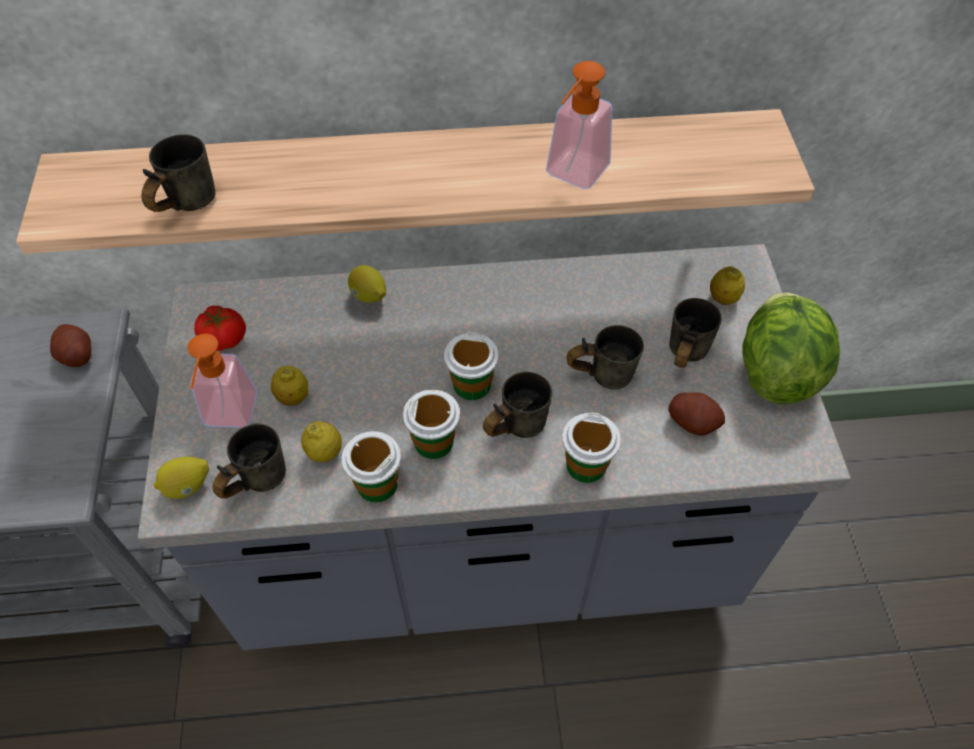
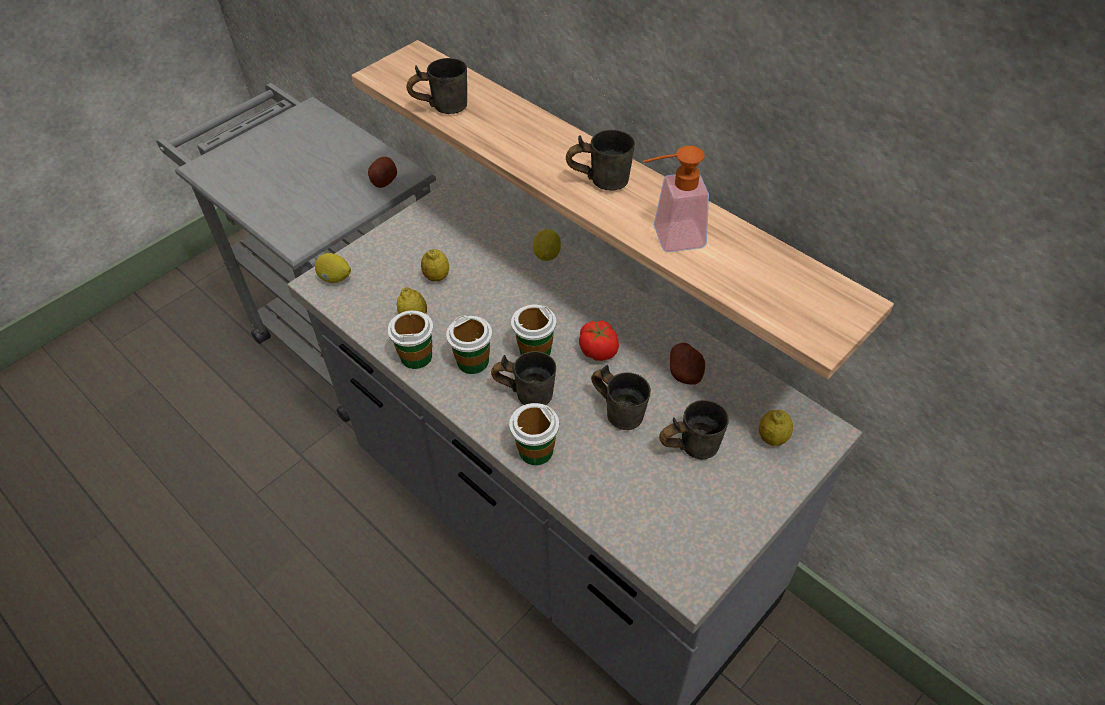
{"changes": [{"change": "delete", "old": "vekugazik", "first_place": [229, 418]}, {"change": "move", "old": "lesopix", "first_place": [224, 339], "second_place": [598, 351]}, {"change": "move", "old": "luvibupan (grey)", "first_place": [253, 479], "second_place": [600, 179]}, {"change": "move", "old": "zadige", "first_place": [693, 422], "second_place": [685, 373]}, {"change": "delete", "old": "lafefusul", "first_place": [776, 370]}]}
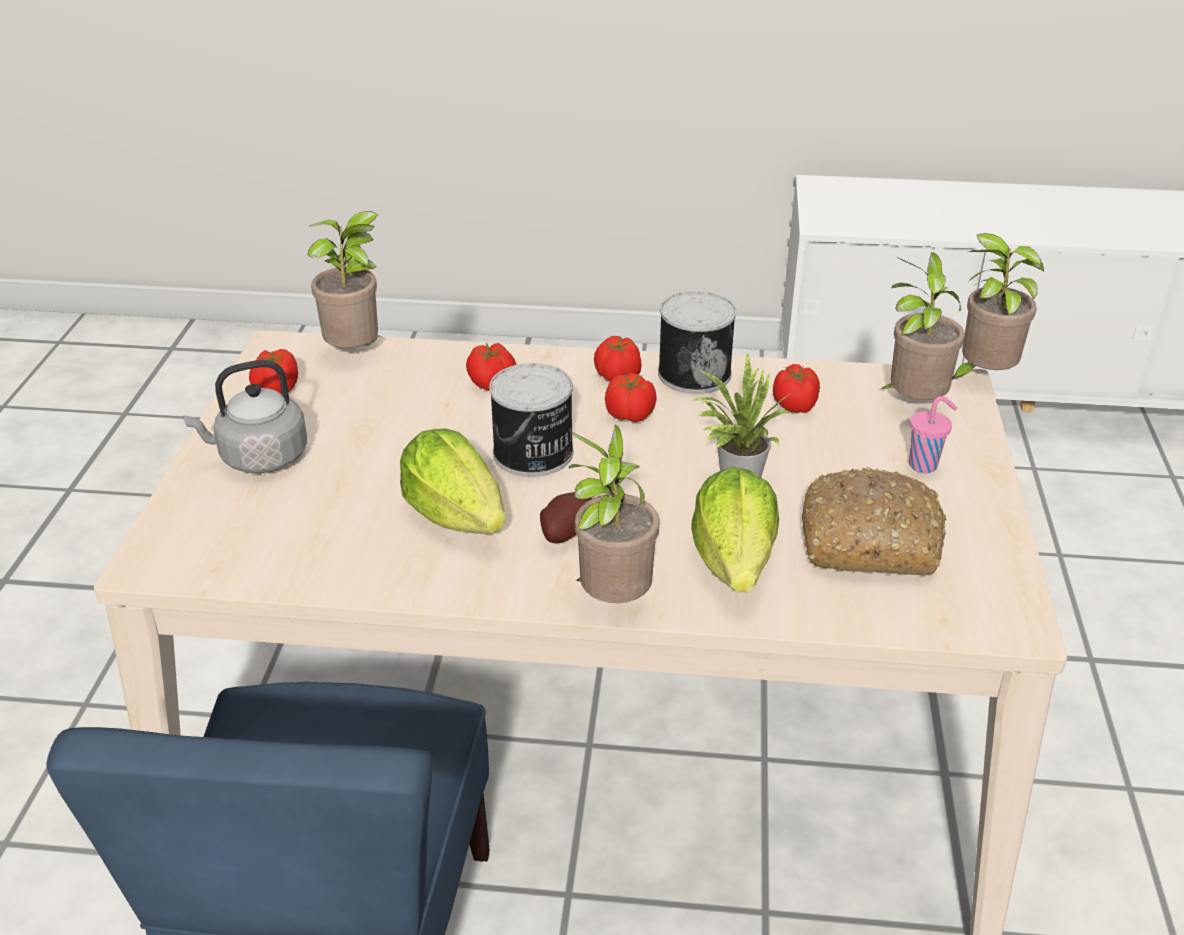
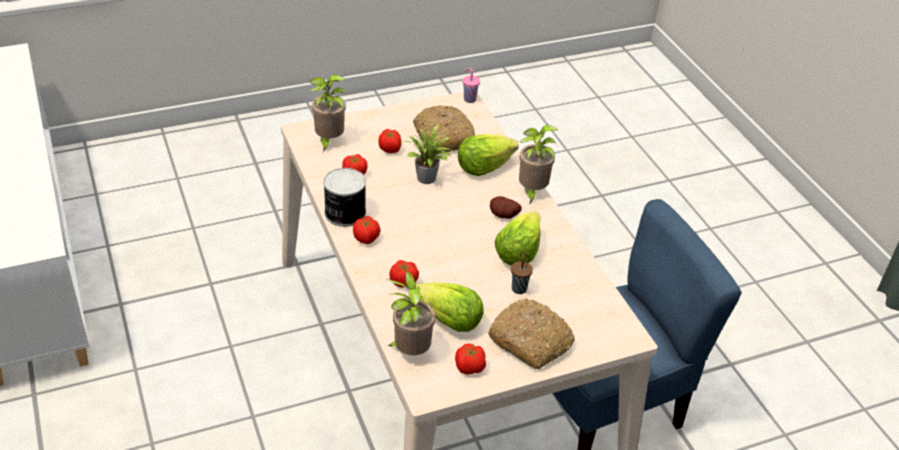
{"changes": [{"change": "replace", "old": "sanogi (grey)", "new": "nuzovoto", "first_place": [259, 458], "second_place": [531, 341]}, {"change": "delete", "old": "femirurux", "first_place": [534, 454]}, {"change": "move", "old": "lesopix", "first_place": [630, 416], "second_place": [390, 149]}, {"change": "move", "old": "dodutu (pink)", "first_place": [924, 465], "second_place": [469, 99]}, {"change": "delete", "old": "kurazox", "first_place": [981, 376]}, {"change": "insert", "new": "lafefusul", "second_place": [449, 321]}, {"change": "insert", "new": "dodutu (brown)", "second_place": [519, 288]}]}
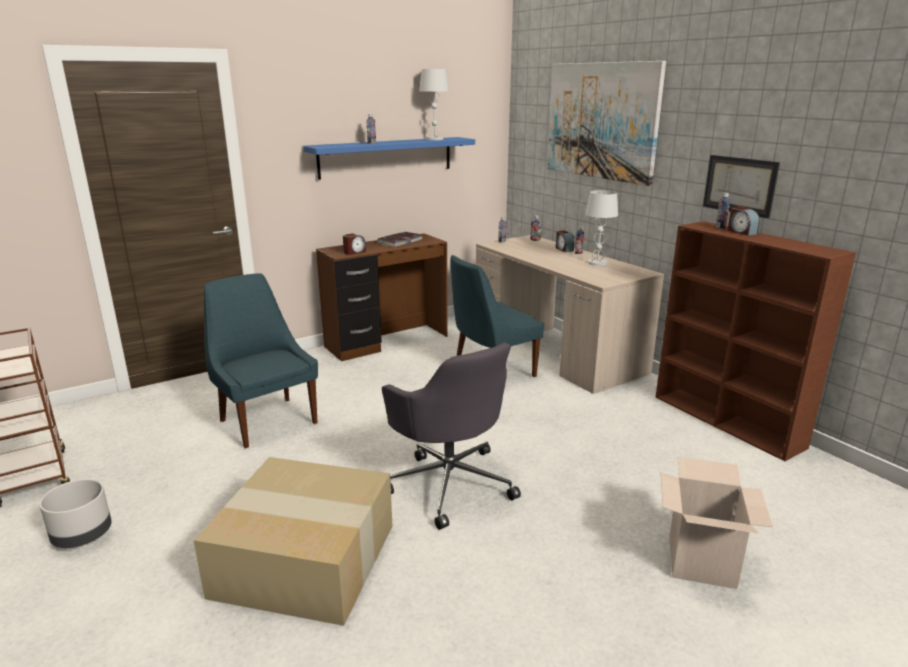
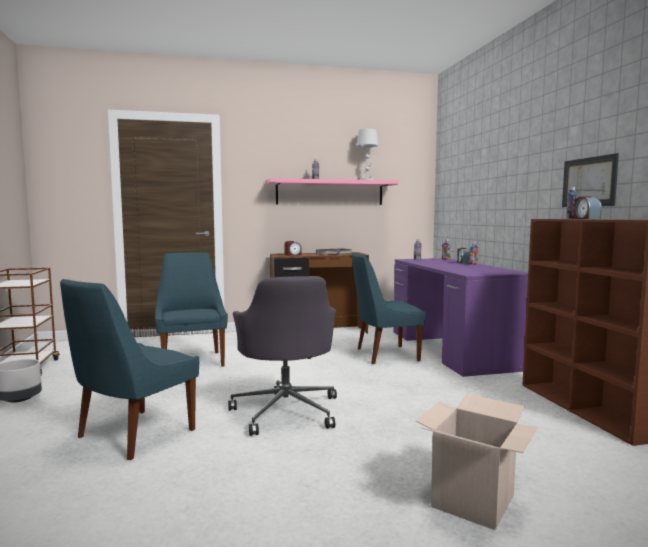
{"changes": [{"change": "replace", "old": "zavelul", "new": "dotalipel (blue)", "first_place": [302, 561], "second_place": [132, 435]}, {"change": "recolor", "old": "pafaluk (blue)", "new": "pafaluk (pink)", "first_place": [386, 157], "second_place": [330, 192]}, {"change": "recolor", "old": "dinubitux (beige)", "new": "dinubitux (purple)", "first_place": [555, 350], "second_place": [452, 349]}, {"change": "delete", "old": "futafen", "first_place": [601, 121]}, {"change": "delete", "old": "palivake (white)", "first_place": [597, 263]}]}
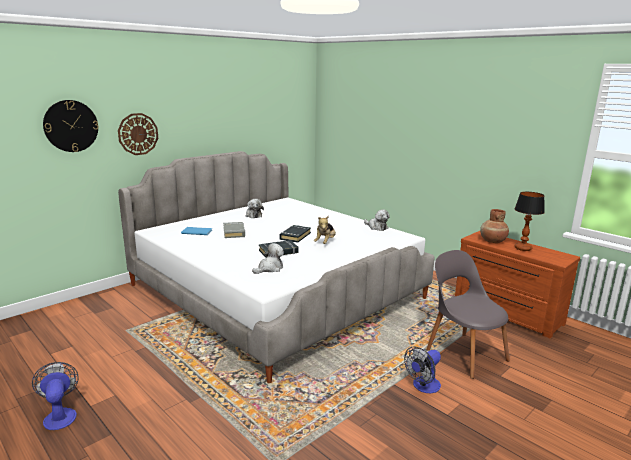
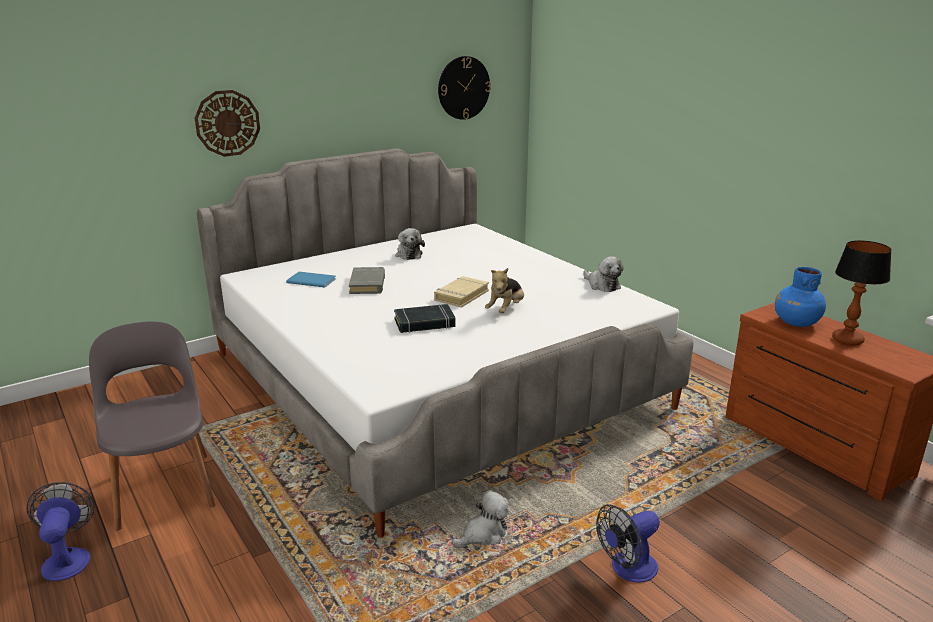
{"changes": [{"change": "move", "old": "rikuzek", "first_place": [71, 126], "second_place": [463, 88]}, {"change": "move", "old": "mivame", "first_place": [269, 268], "second_place": [483, 534]}, {"change": "recolor", "old": "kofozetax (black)", "new": "kofozetax (beige)", "first_place": [295, 236], "second_place": [461, 295]}, {"change": "move", "old": "dotalipel (grey)", "first_place": [464, 353], "second_place": [163, 487]}, {"change": "recolor", "old": "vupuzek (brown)", "new": "vupuzek (blue)", "first_place": [492, 241], "second_place": [796, 322]}]}
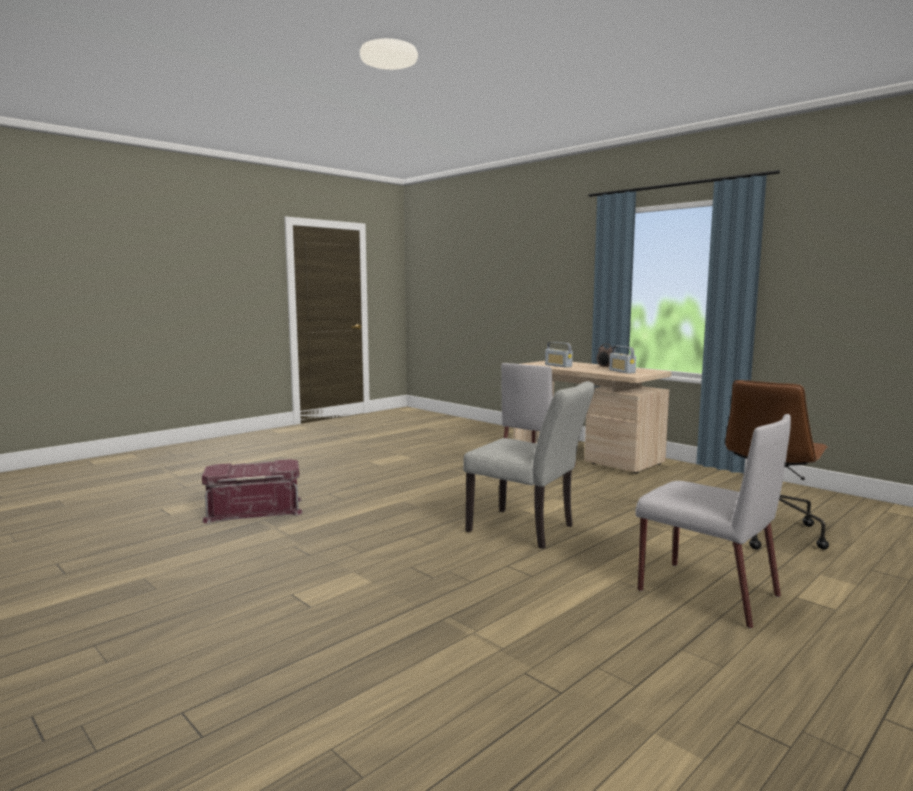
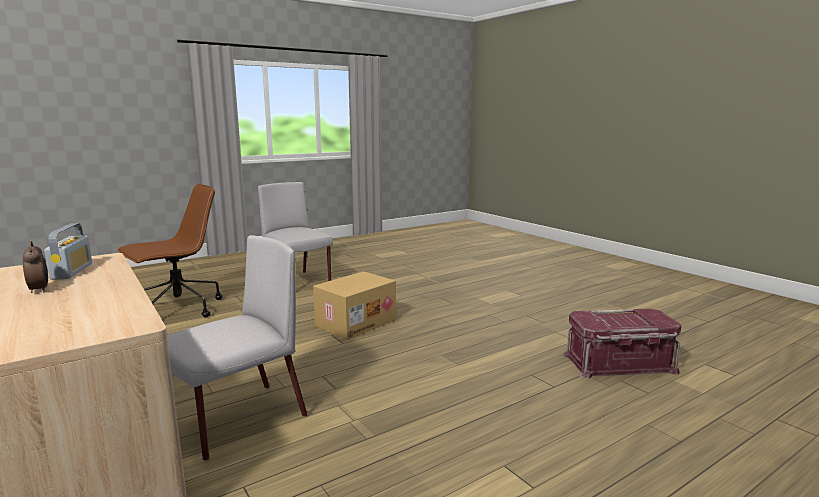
{"changes": [{"change": "replace", "old": "dotalipel (grey)", "new": "zavelul", "first_place": [528, 530], "second_place": [355, 322]}, {"change": "delete", "old": "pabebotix", "first_place": [558, 366]}]}
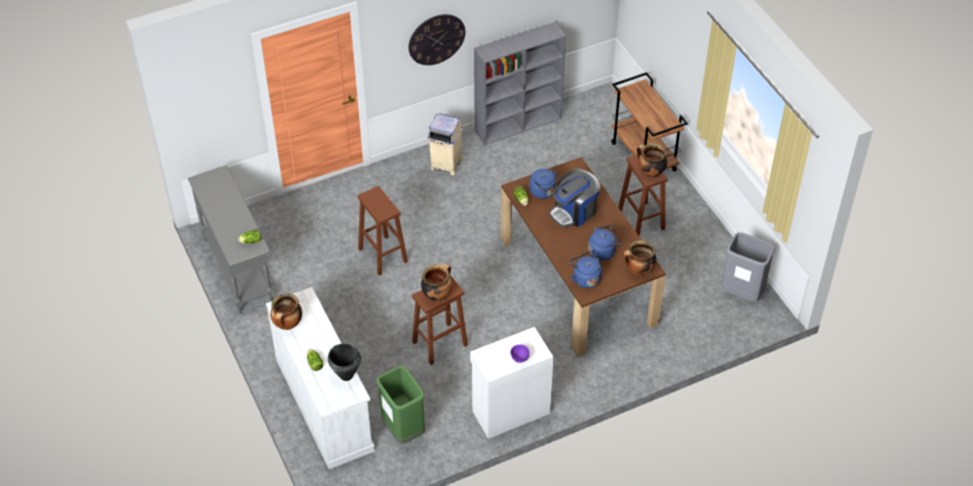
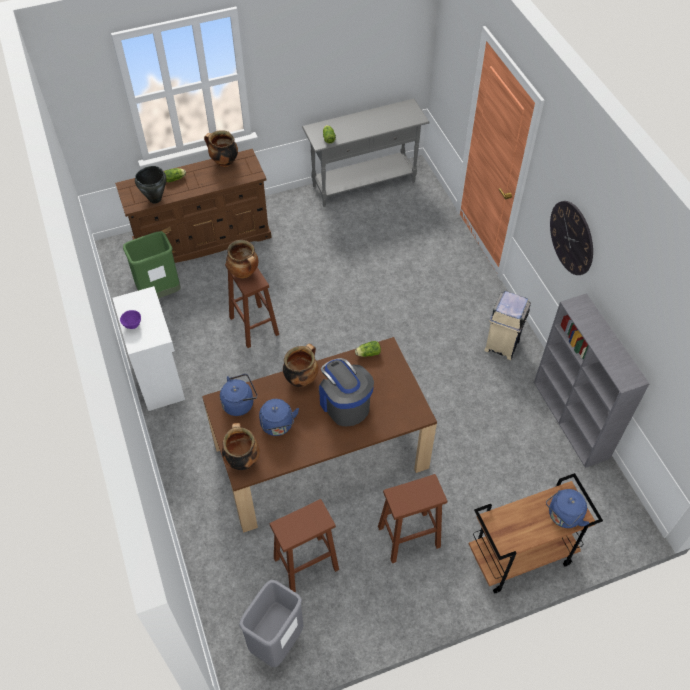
{"changes": [{"change": "recolor", "old": "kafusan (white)", "new": "kafusan (brown)", "first_place": [323, 403], "second_place": [203, 239]}, {"change": "move", "old": "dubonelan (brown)", "first_place": [383, 255], "second_place": [305, 564]}, {"change": "move", "old": "sanogi (blue)", "first_place": [544, 192], "second_place": [563, 516]}, {"change": "move", "old": "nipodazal", "first_place": [650, 172], "second_place": [301, 378]}]}
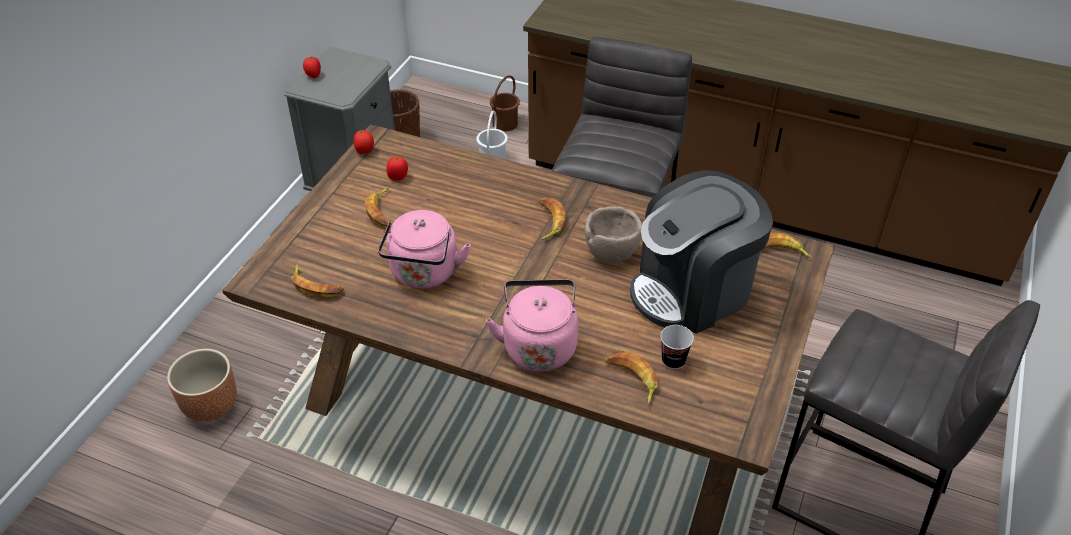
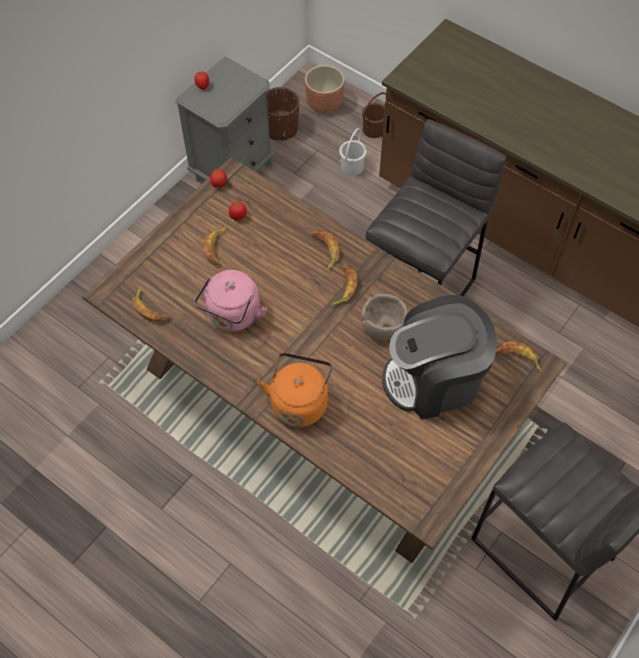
{"changes": [{"change": "move", "old": "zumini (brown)", "first_place": [210, 406], "second_place": [324, 104]}, {"change": "recolor", "old": "sanogi (pink)", "new": "sanogi (orange)", "first_place": [538, 345], "second_place": [299, 401]}, {"change": "move", "old": "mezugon", "first_place": [631, 379], "second_place": [324, 250]}, {"change": "delete", "old": "dodutu", "first_place": [673, 360]}]}
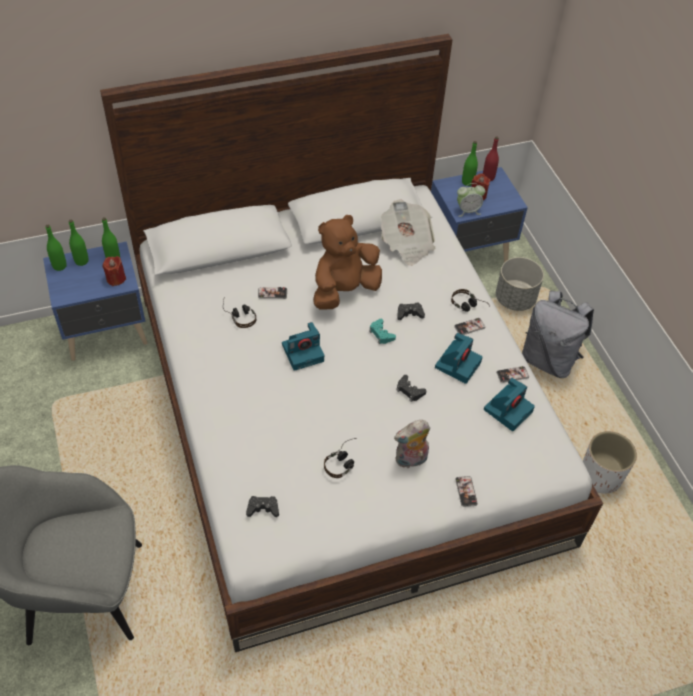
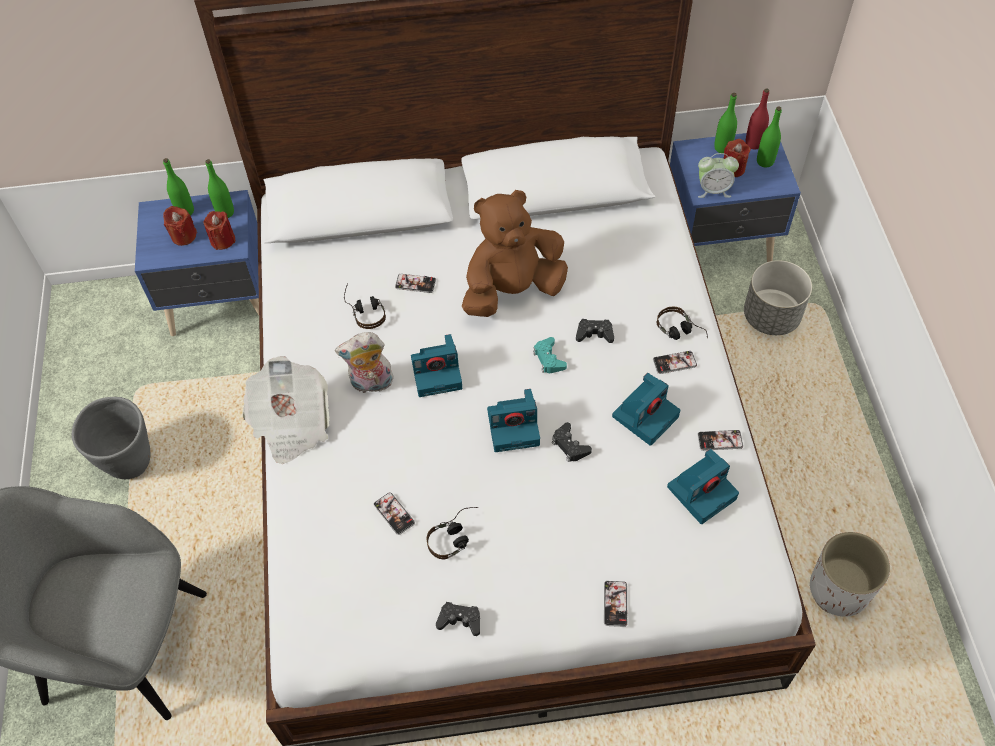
{"changes": [{"change": "move", "old": "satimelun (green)", "first_place": [59, 266], "second_place": [765, 161]}, {"change": "move", "old": "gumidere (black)", "first_place": [263, 508], "second_place": [460, 620]}, {"change": "move", "old": "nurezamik", "first_place": [406, 244], "second_place": [291, 423]}, {"change": "move", "old": "mivame", "first_place": [410, 460], "second_place": [371, 384]}, {"change": "delete", "old": "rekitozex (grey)", "first_place": [548, 360]}, {"change": "insert", "new": "zumini (grey)", "second_place": [130, 463]}, {"change": "insert", "new": "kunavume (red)", "second_place": [183, 236]}, {"change": "insert", "new": "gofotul", "second_place": [394, 514]}, {"change": "insert", "new": "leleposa", "second_place": [514, 427]}]}
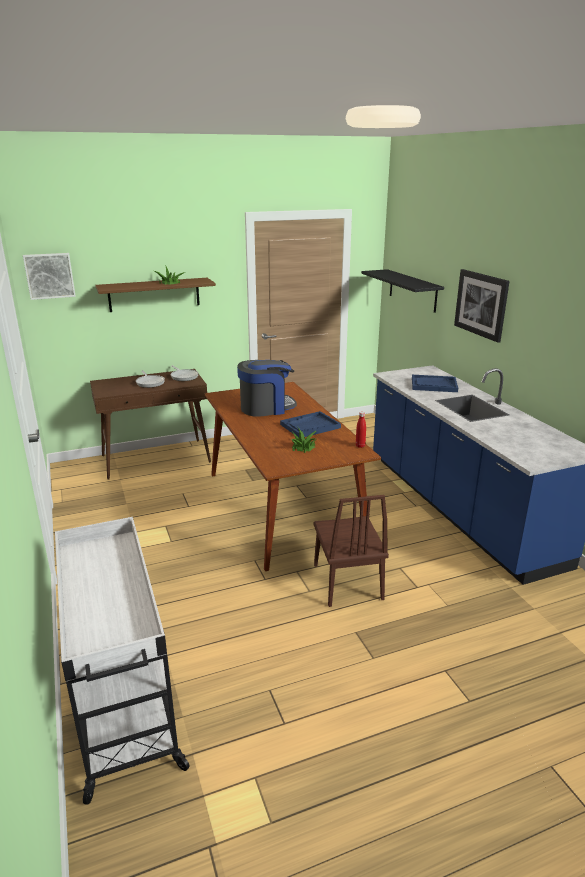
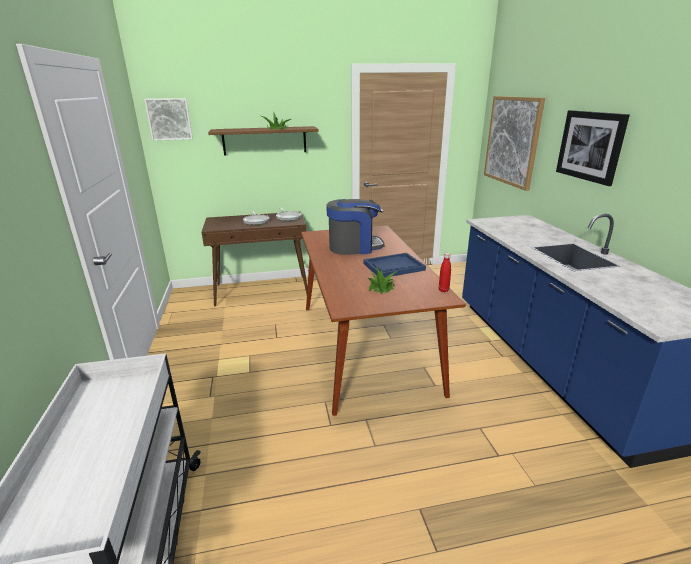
{"changes": [{"change": "delete", "old": "dotalipel (brown)", "first_place": [347, 581]}, {"change": "replace", "old": "pafaluk (black)", "new": "futafen", "first_place": [412, 290], "second_place": [512, 141]}, {"change": "delete", "old": "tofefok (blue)", "first_place": [433, 385]}]}
